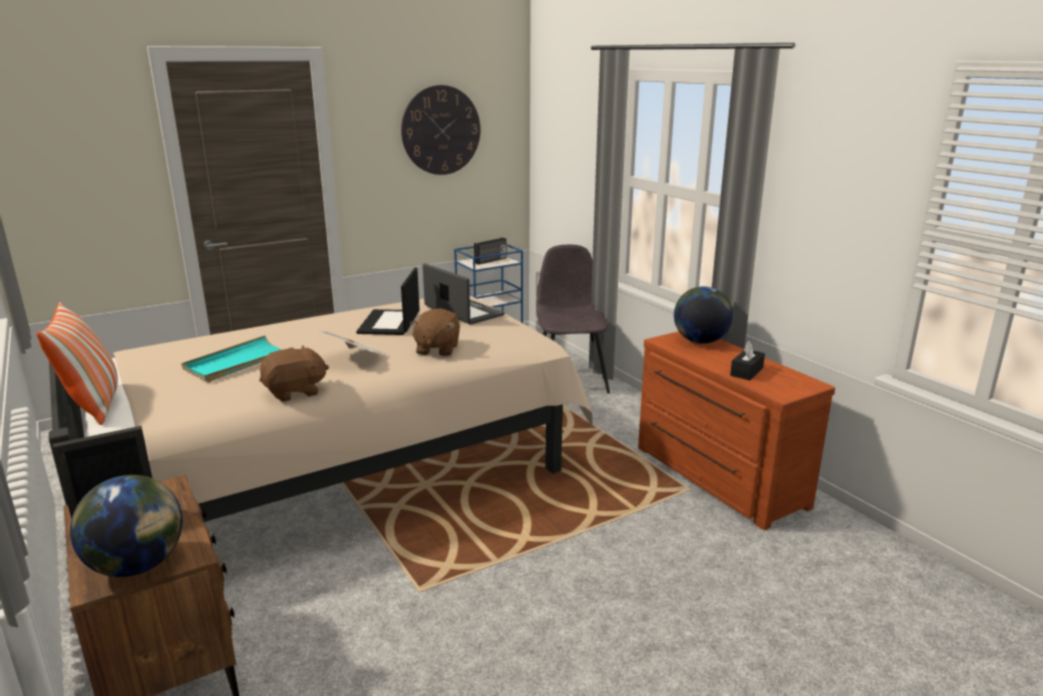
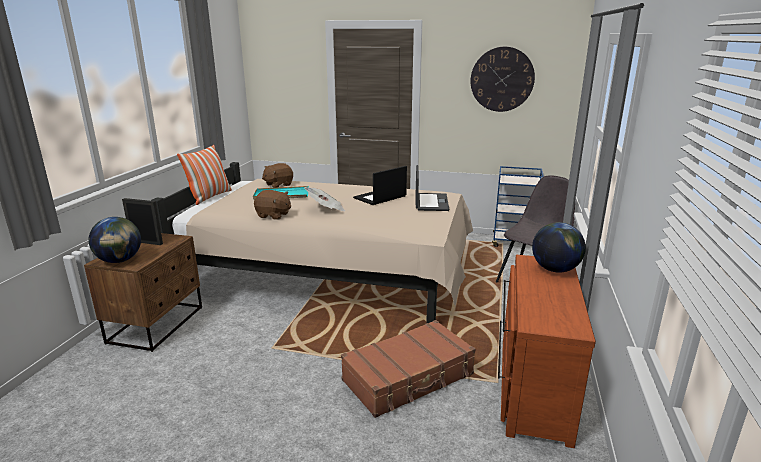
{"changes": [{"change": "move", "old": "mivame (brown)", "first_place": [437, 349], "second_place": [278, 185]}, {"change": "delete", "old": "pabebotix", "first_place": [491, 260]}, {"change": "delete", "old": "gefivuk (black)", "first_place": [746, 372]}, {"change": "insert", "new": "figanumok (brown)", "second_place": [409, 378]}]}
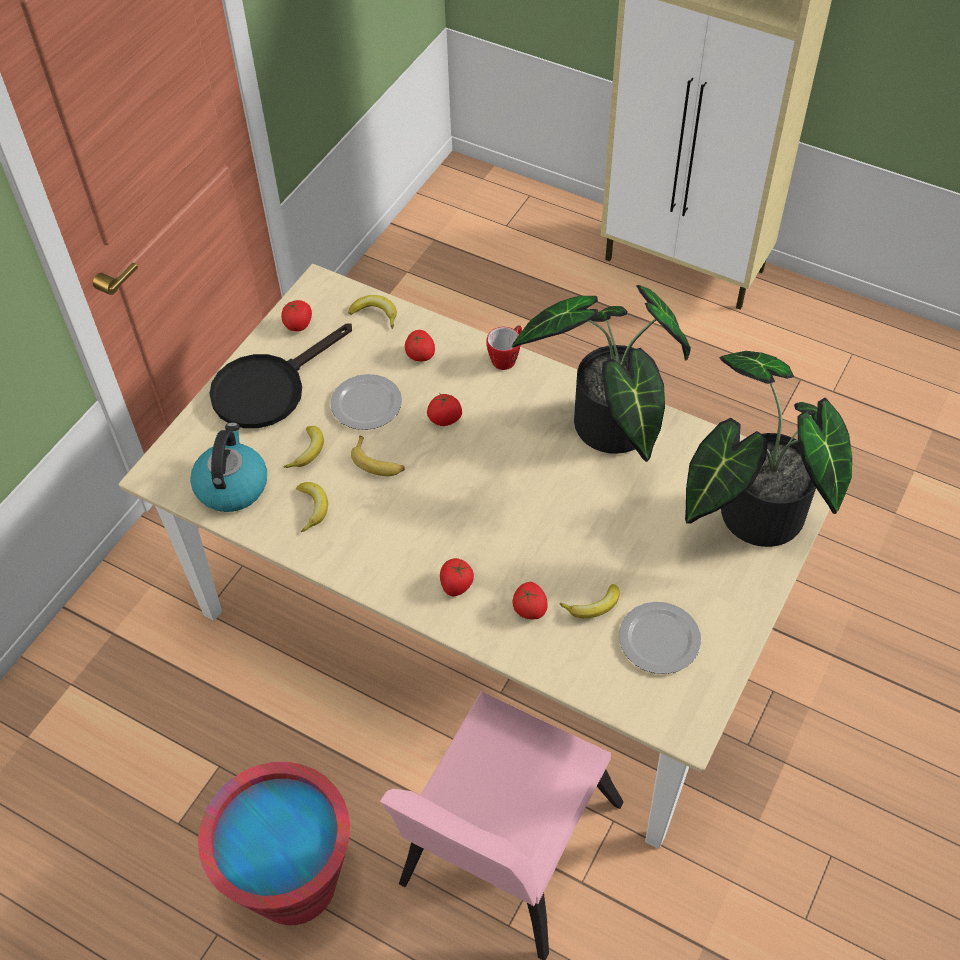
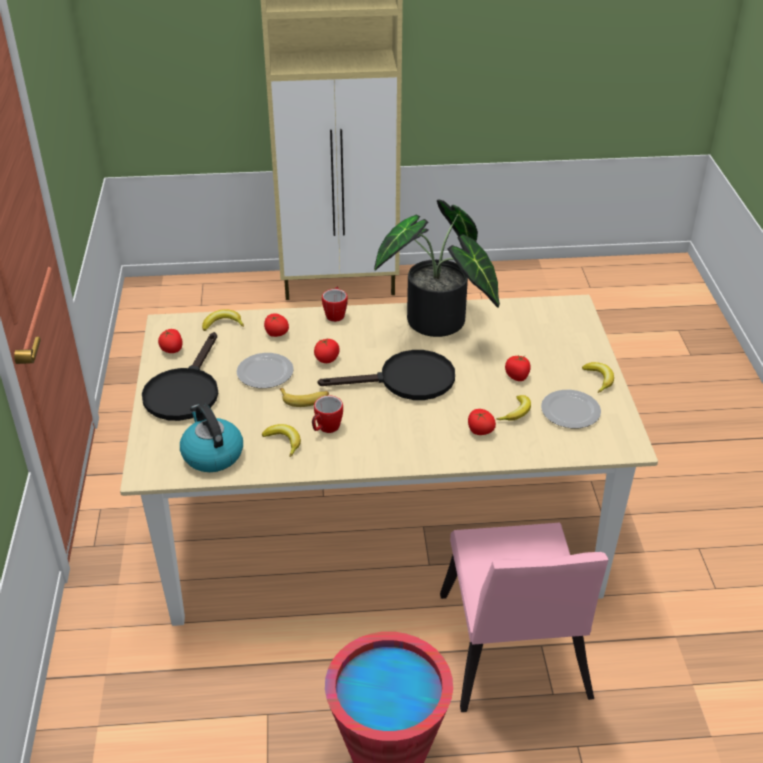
{"changes": [{"change": "move", "old": "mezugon", "first_place": [308, 451], "second_place": [599, 379]}, {"change": "move", "old": "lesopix", "first_place": [456, 585], "second_place": [517, 376]}, {"change": "delete", "old": "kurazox", "first_place": [751, 514]}, {"change": "insert", "new": "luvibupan", "second_place": [326, 429]}, {"change": "insert", "new": "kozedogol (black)", "second_place": [406, 381]}]}
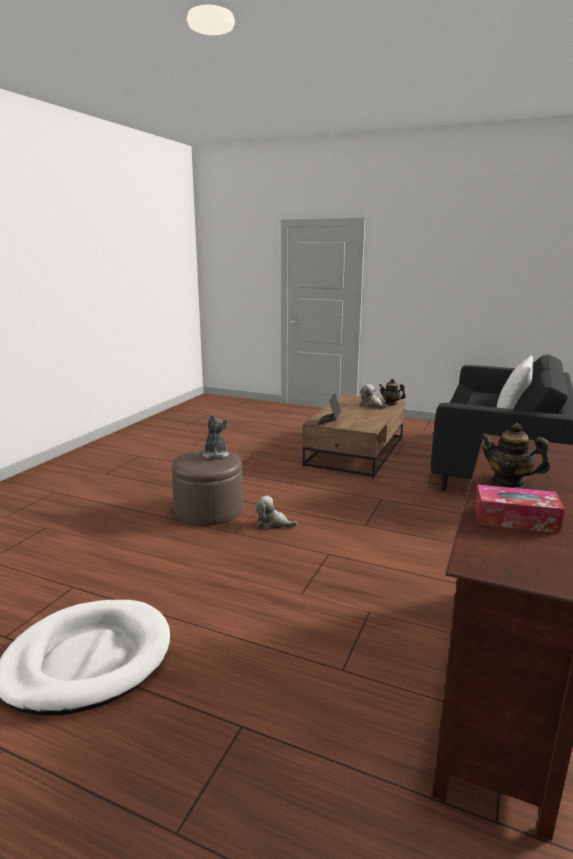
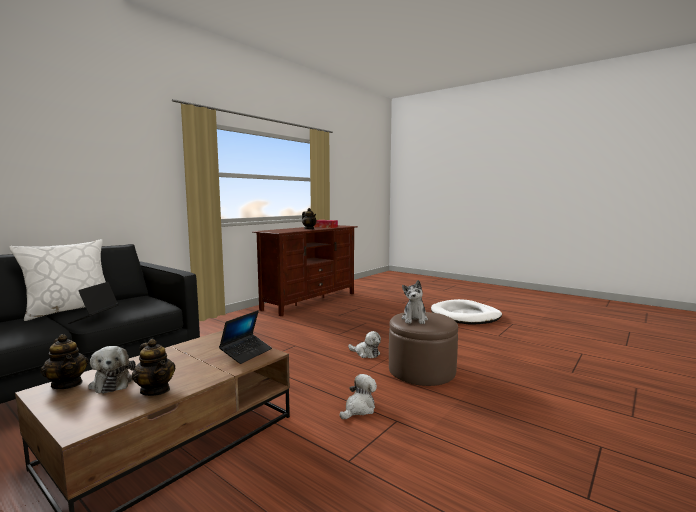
{"changes": [{"change": "insert", "new": "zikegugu", "second_place": [155, 390]}, {"change": "insert", "new": "mivame", "second_place": [359, 409]}]}
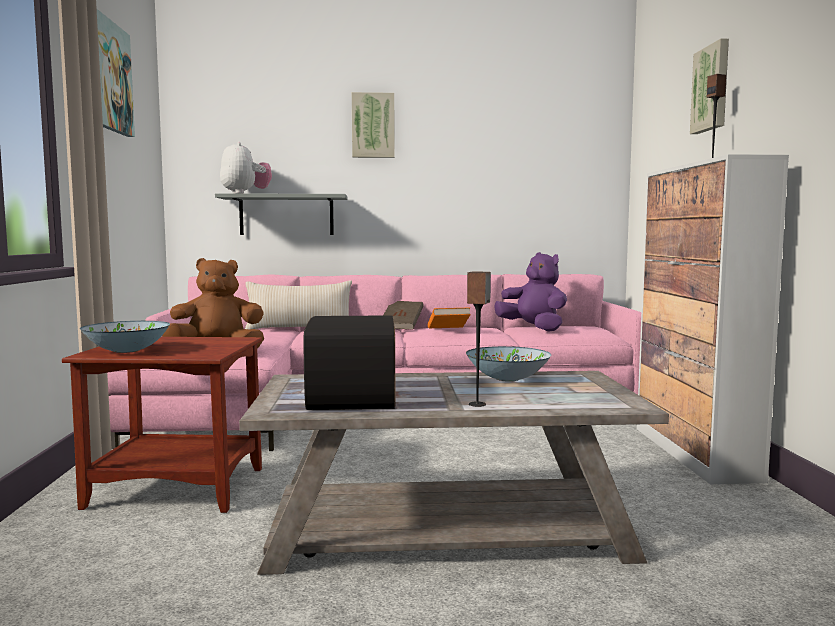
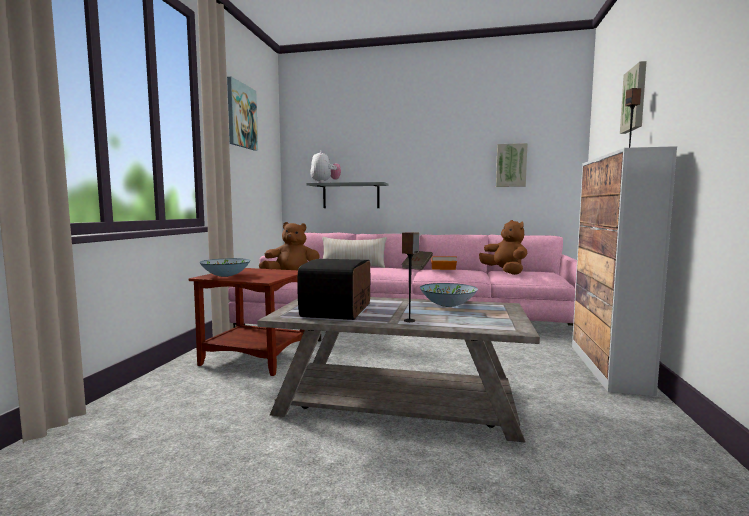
{"changes": [{"change": "move", "old": "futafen", "first_place": [373, 125], "second_place": [511, 165]}, {"change": "recolor", "old": "mivame (purple)", "new": "mivame (brown)", "first_place": [533, 328], "second_place": [505, 272]}]}
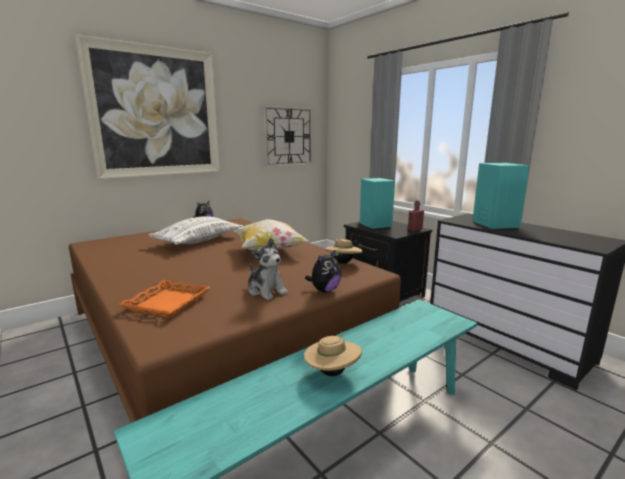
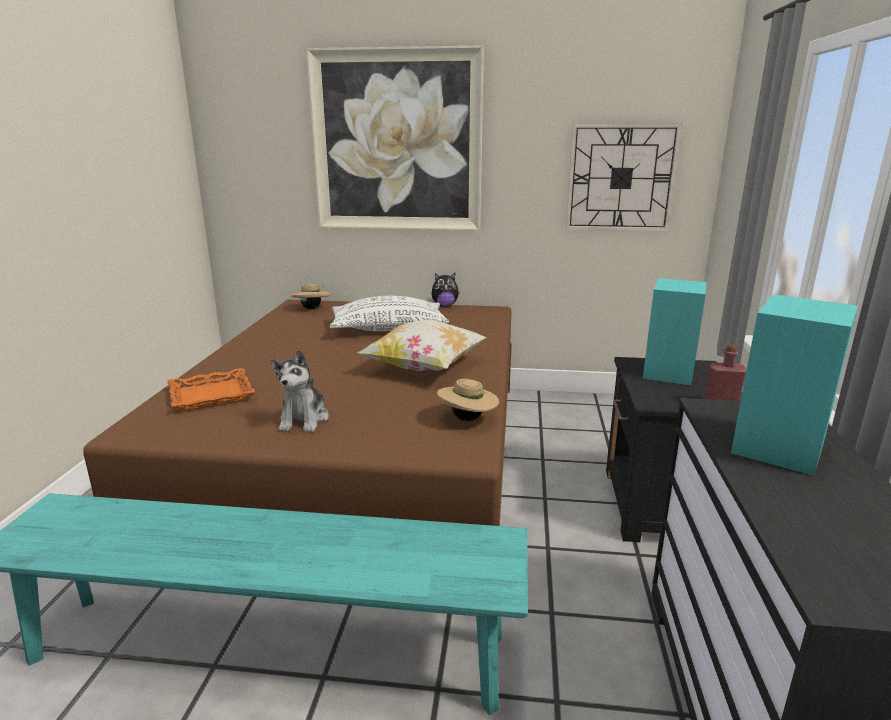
{"changes": [{"change": "move", "old": "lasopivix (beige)", "first_place": [332, 372], "second_place": [312, 308]}, {"change": "delete", "old": "mivame", "first_place": [324, 290]}]}
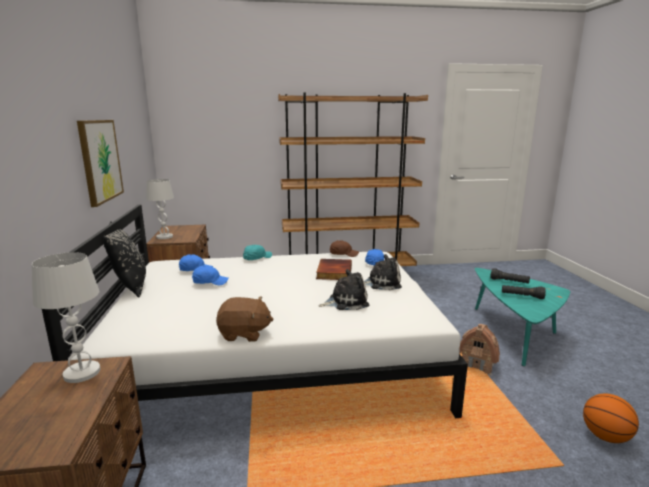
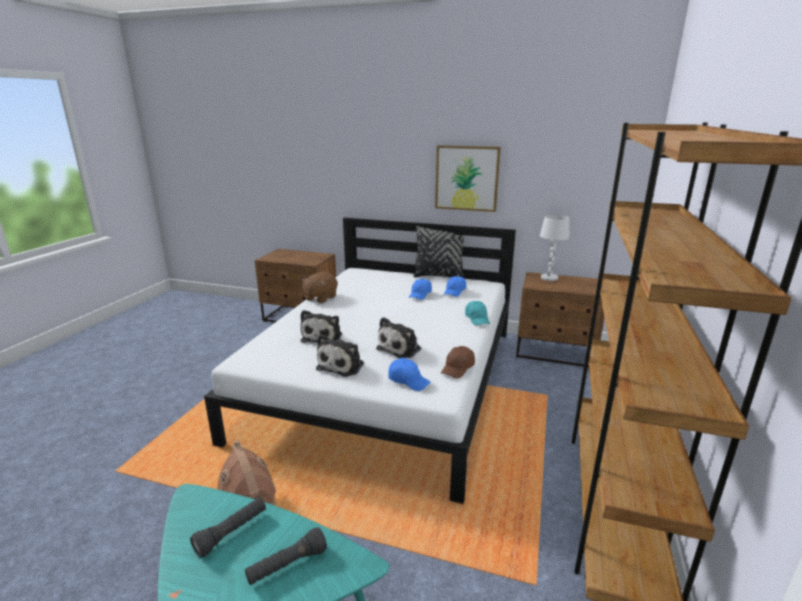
{"changes": [{"change": "delete", "old": "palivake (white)", "first_place": [82, 372]}, {"change": "replace", "old": "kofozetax", "new": "mivame", "first_place": [333, 272], "second_place": [401, 348]}, {"change": "delete", "old": "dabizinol", "first_place": [605, 436]}]}
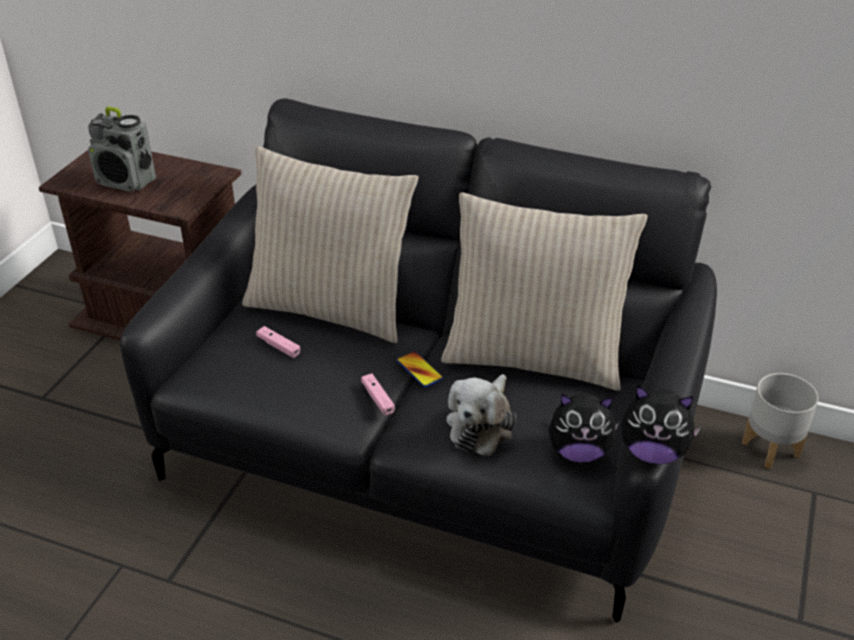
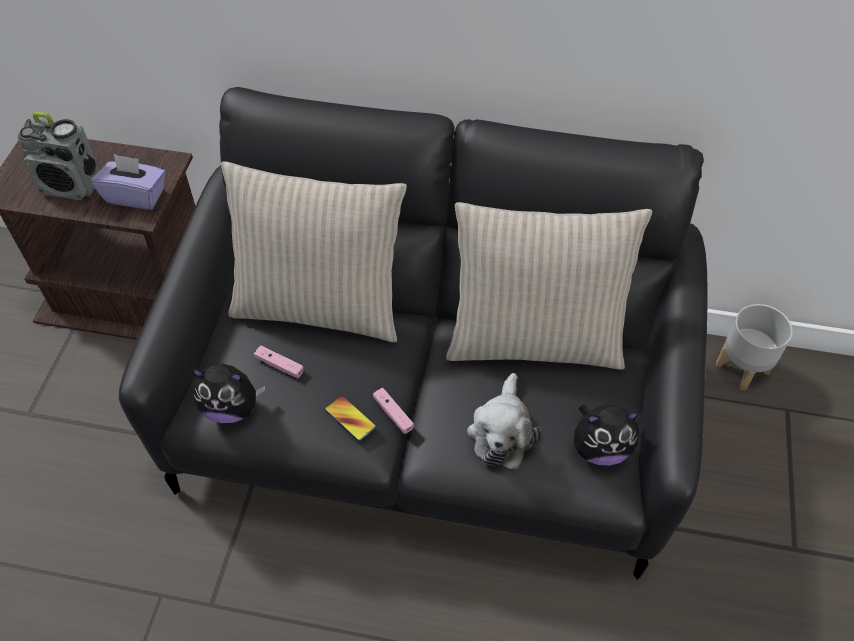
{"changes": [{"change": "move", "old": "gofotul", "first_place": [419, 370], "second_place": [350, 418]}, {"change": "move", "old": "mivame", "first_place": [653, 452], "second_place": [231, 408]}, {"change": "insert", "new": "gefivuk (purple)", "second_place": [136, 196]}]}
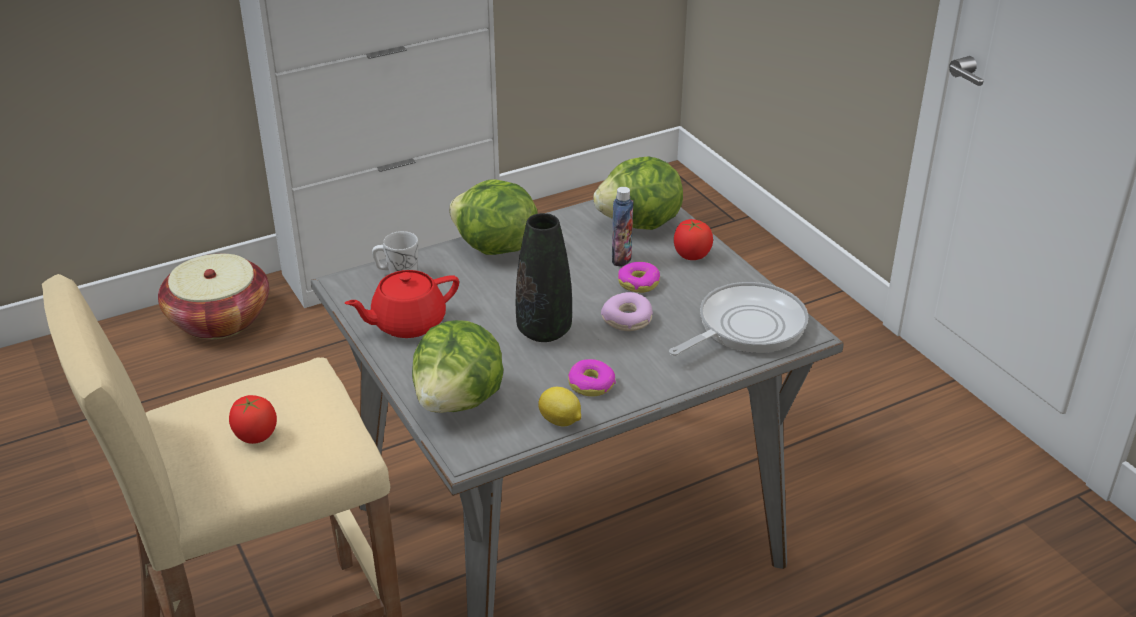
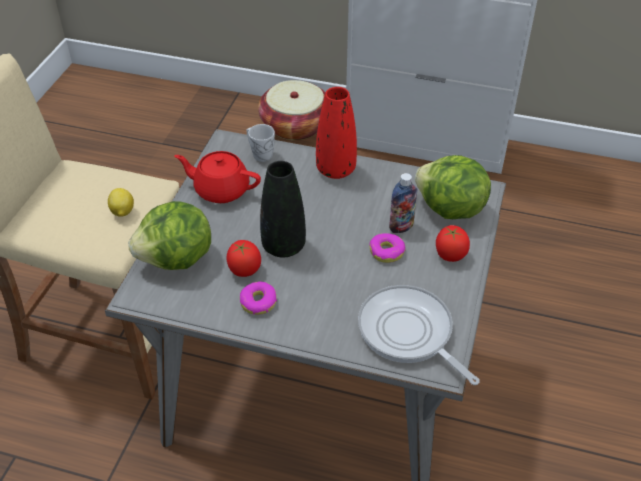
{"changes": [{"change": "move", "old": "lesopix", "first_place": [255, 436], "second_place": [244, 270]}, {"change": "replace", "old": "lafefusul", "new": "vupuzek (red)", "first_place": [494, 248], "second_place": [336, 170]}, {"change": "move", "old": "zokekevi", "first_place": [560, 421], "second_place": [122, 212]}, {"change": "delete", "old": "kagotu", "first_place": [627, 320]}, {"change": "rotate", "old": "kozedogol", "first_place": [746, 327], "second_place": [409, 333], "degrees": -135}]}
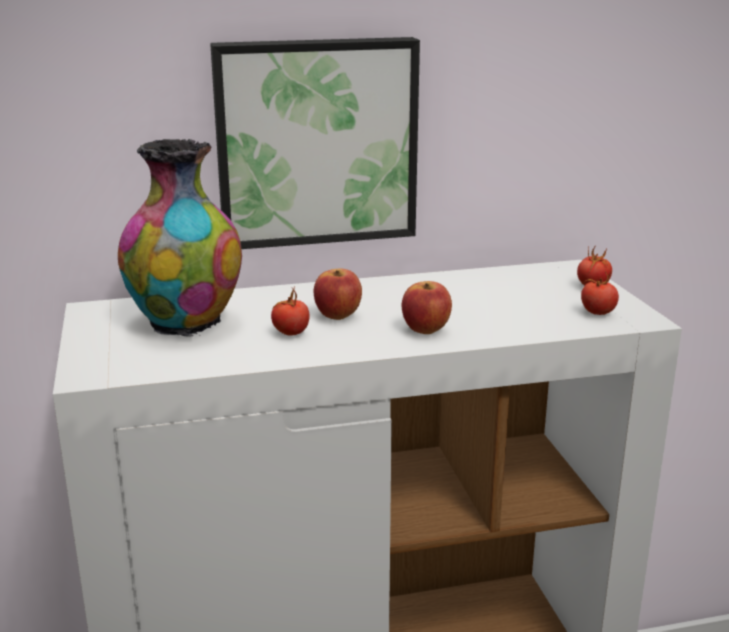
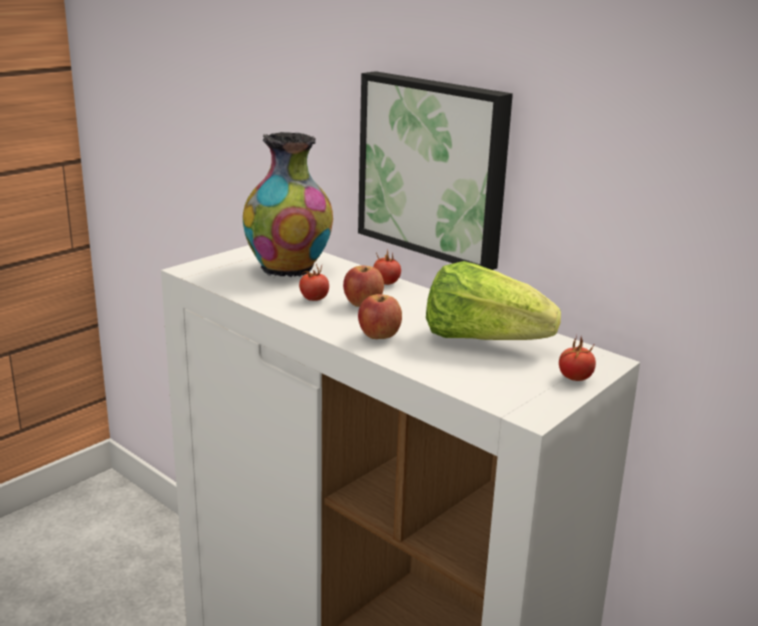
{"changes": [{"change": "move", "old": "lesopix", "first_place": [597, 312], "second_place": [386, 283]}, {"change": "insert", "new": "lafefusul", "second_place": [482, 340]}]}
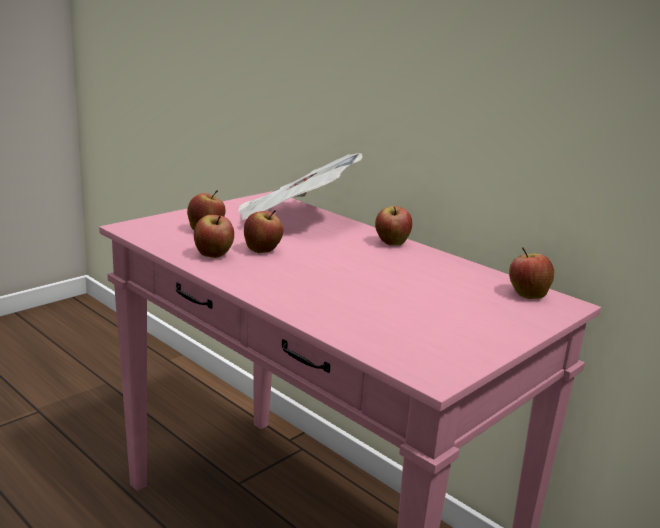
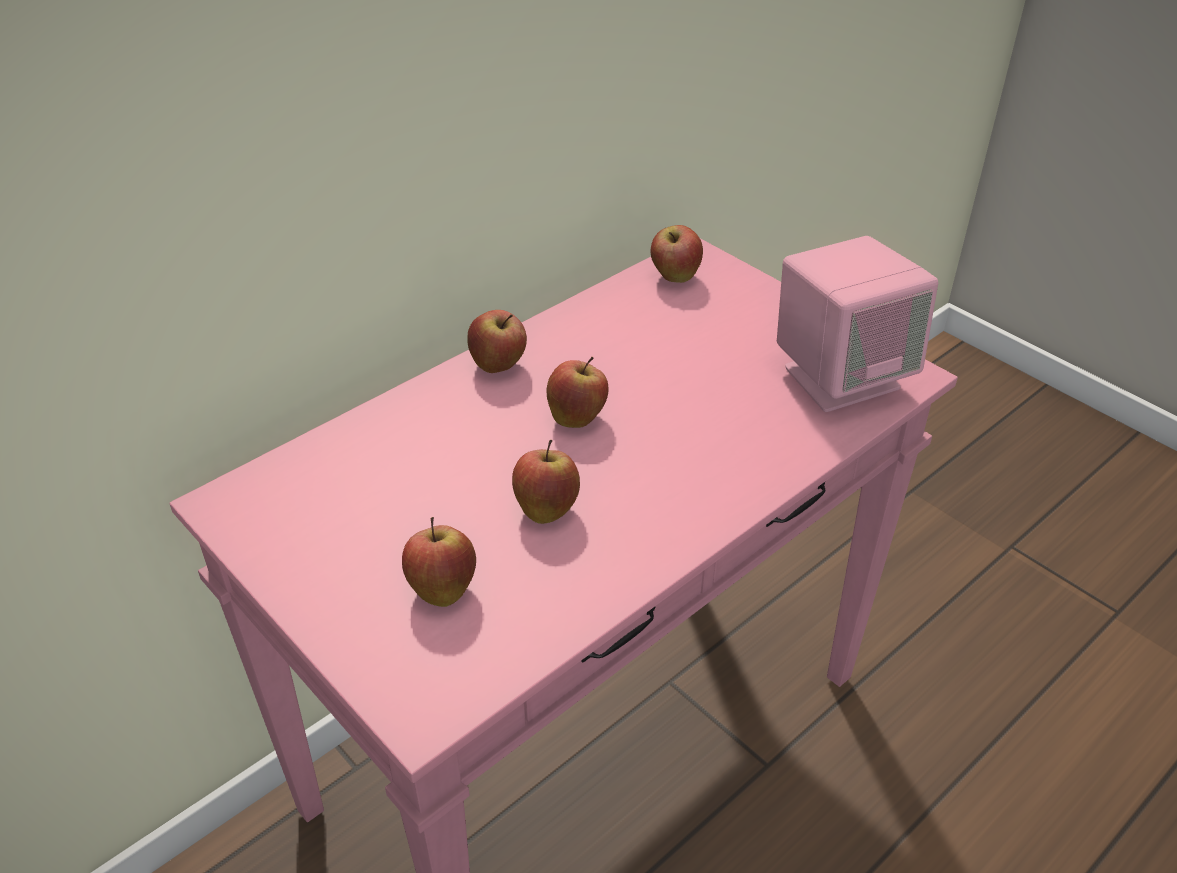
{"changes": [{"change": "move", "old": "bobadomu", "first_place": [213, 255], "second_place": [577, 417]}, {"change": "delete", "old": "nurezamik", "first_place": [293, 219]}, {"change": "insert", "new": "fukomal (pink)", "second_place": [840, 377]}]}
